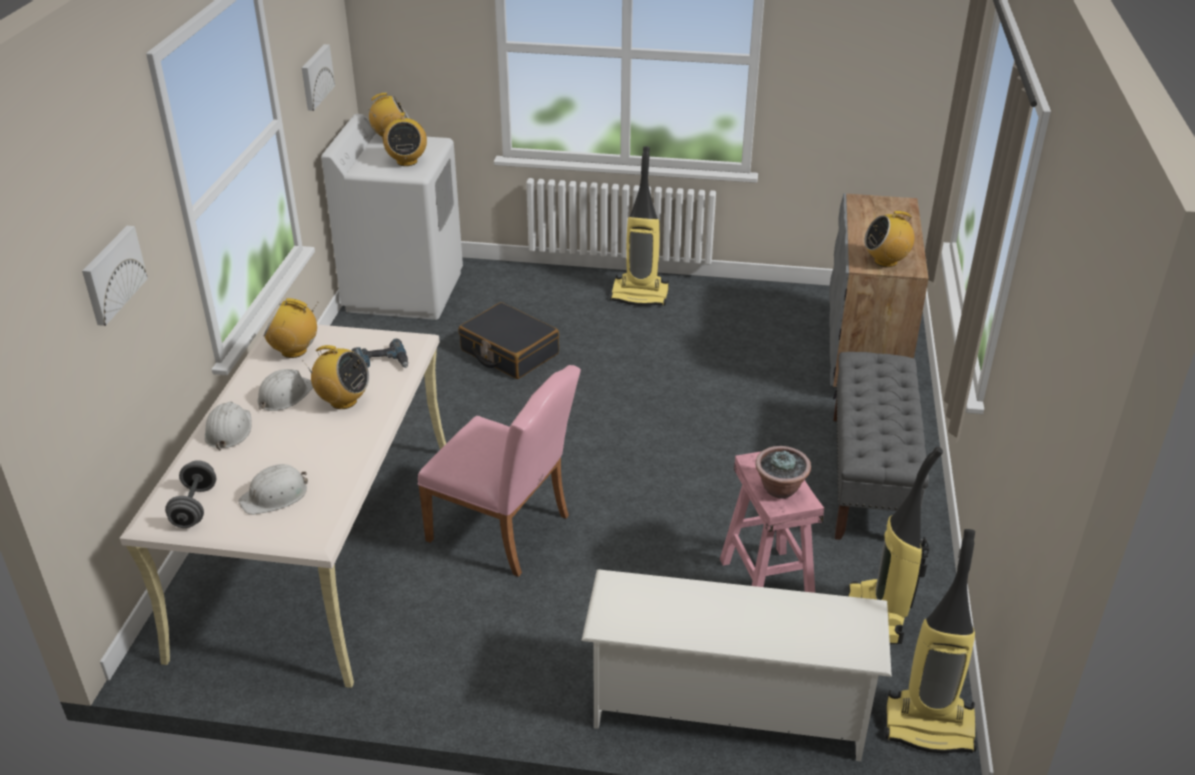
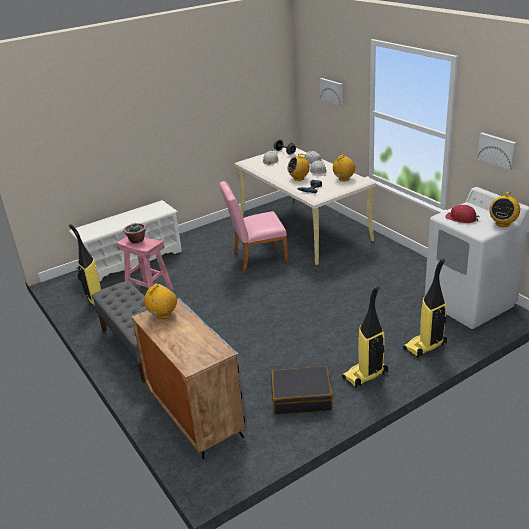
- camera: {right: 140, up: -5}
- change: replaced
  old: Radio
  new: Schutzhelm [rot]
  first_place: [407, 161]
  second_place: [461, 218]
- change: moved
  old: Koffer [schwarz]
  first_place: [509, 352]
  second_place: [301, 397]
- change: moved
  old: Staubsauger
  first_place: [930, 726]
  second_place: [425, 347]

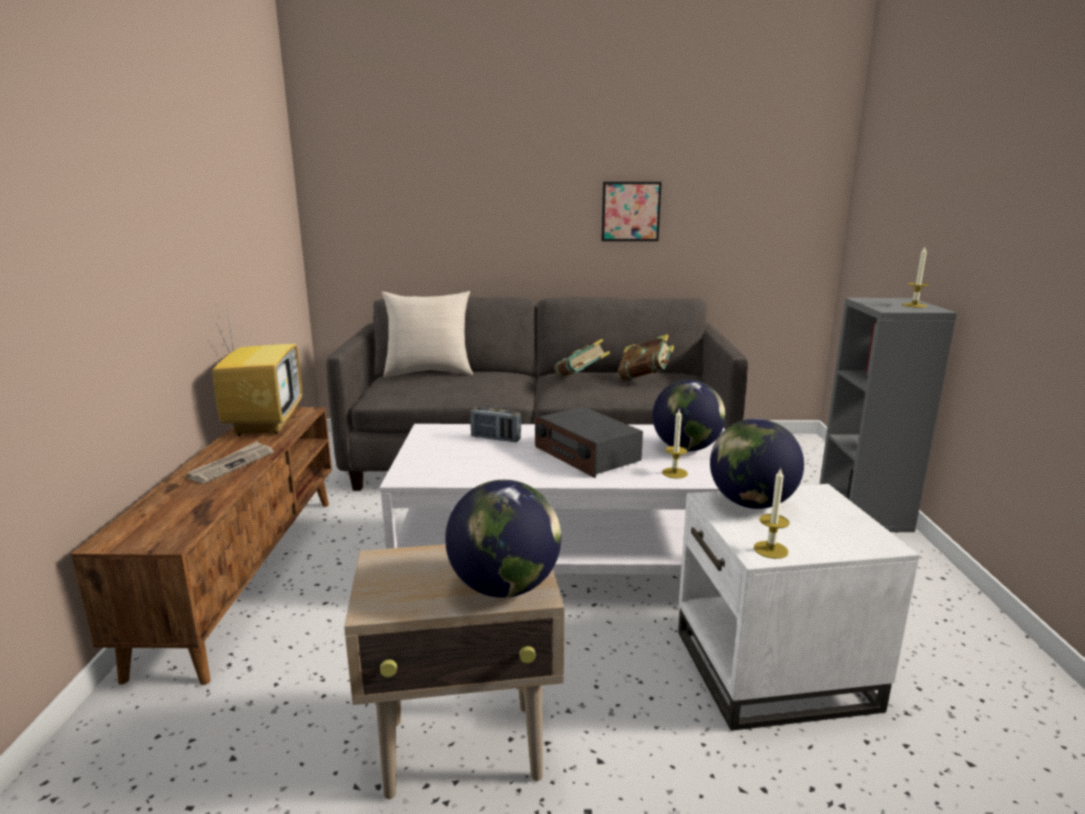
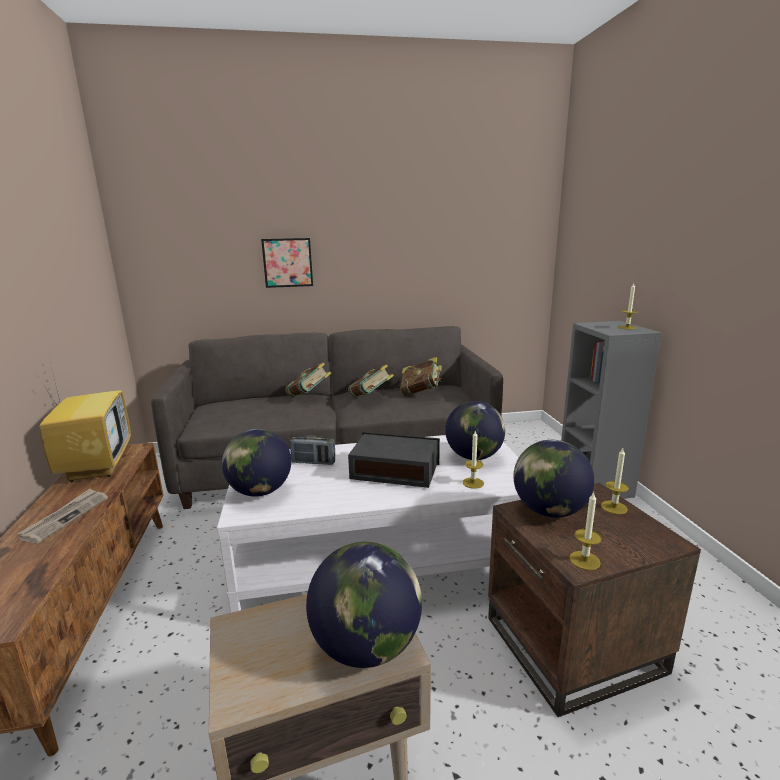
- camera: {right: -10, up: 0}
- change: removed
  old: Kissen [beige]
  first_place: [429, 372]
- change: turned
  old: Radio
  first_place: [586, 454]
  second_place: [395, 471]
  degrees: 150
- change: moved
  old: Bild
  first_place: [630, 211]
  second_place: [287, 262]
- change: recoloured
  old: Beistelltisch [weiß]
  new: Beistelltisch [braun]
  first_place: [774, 670]
  second_place: [574, 645]
- change: added
  new: Globus
  second_place: [260, 491]
- change: added
  new: Buch
  second_place: [309, 397]
- change: added
  new: Kerze
  second_place: [614, 507]

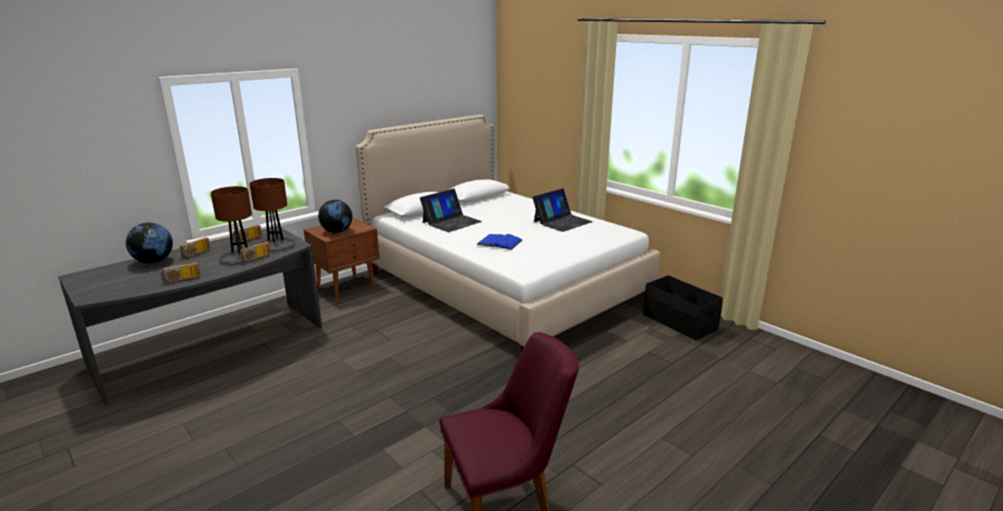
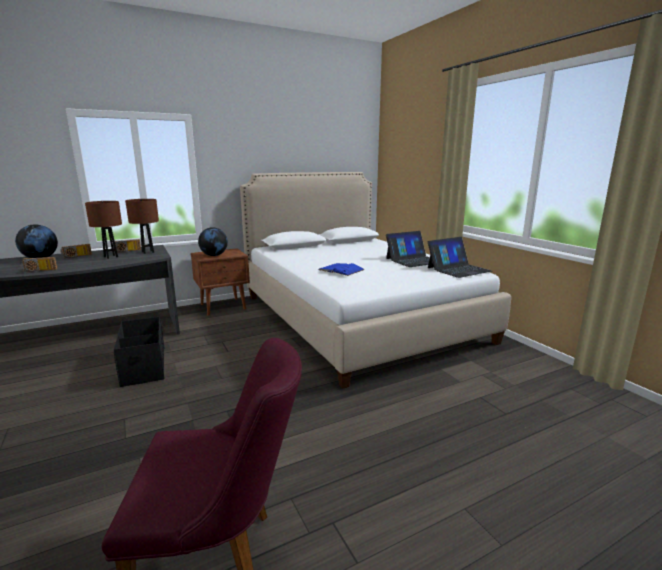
- camera: {right: 15, up: -5}
- change: removed
  old: Radio
  first_place: [257, 259]
- change: moved
  old: Laptop
  first_place: [451, 222]
  second_place: [458, 269]
- change: moved
  old: Aufbewahrungsbox [schwarz]
  first_place: [679, 322]
  second_place: [143, 366]

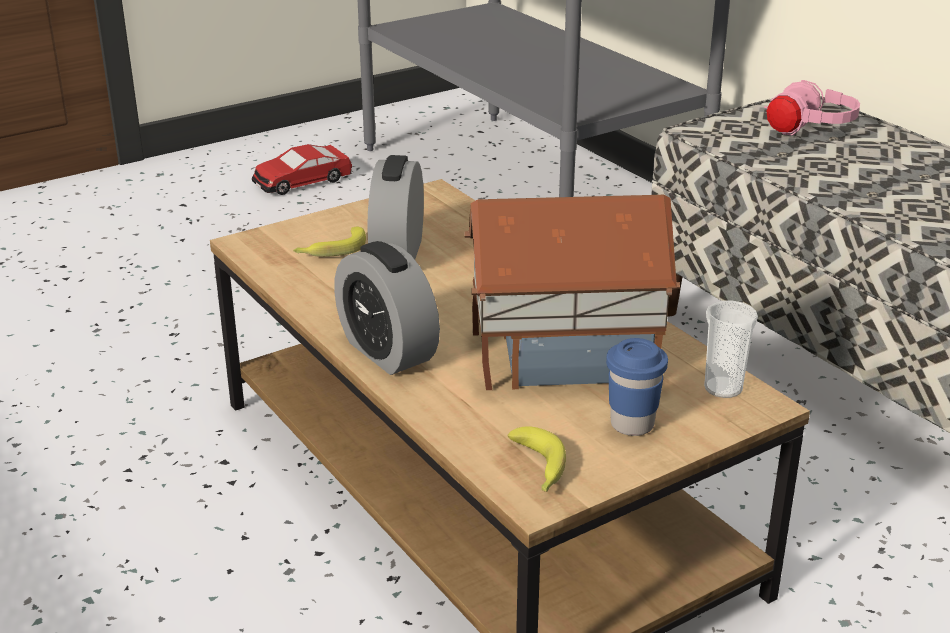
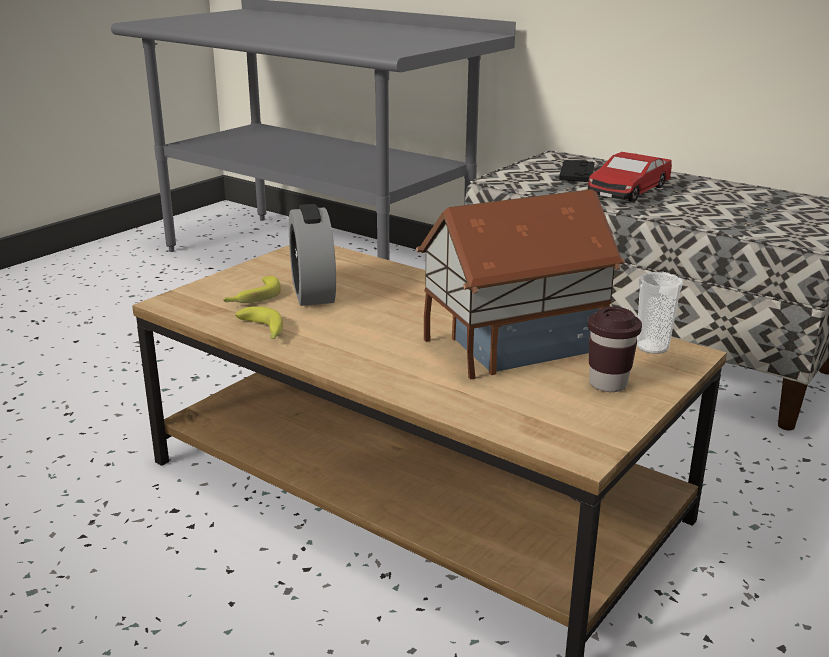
- camera: {right: -20, up: -5}
- change: moved
  old: Spielzeugauto
  first_place: [302, 181]
  second_place: [628, 190]
- change: removed
  old: Wecker
  first_place: [387, 351]
- change: moved
  old: Banane
  first_place: [538, 469]
  second_place: [263, 331]
- change: recoloured
  old: Tasse [blau]
  new: Tasse [braun]
  first_place: [632, 424]
  second_place: [608, 384]
- change: replaced
  old: Kopfhörer [rosa]
  new: Gamepad [schwarz]
  first_place: [809, 131]
  second_place: [576, 173]

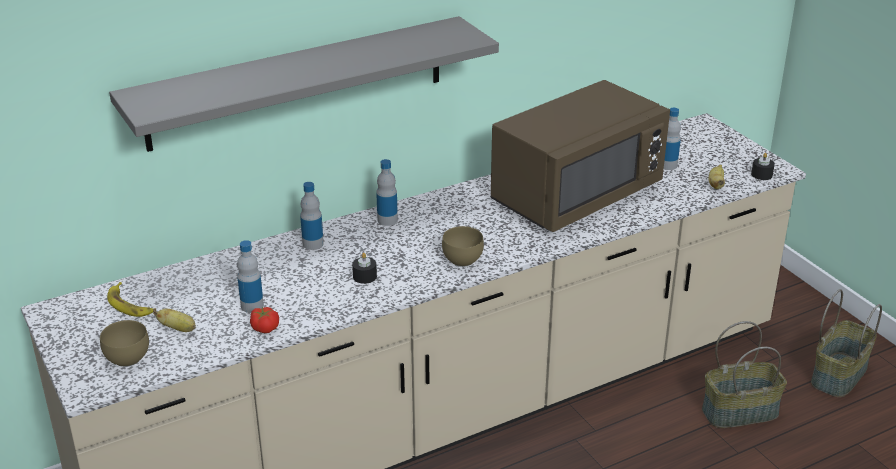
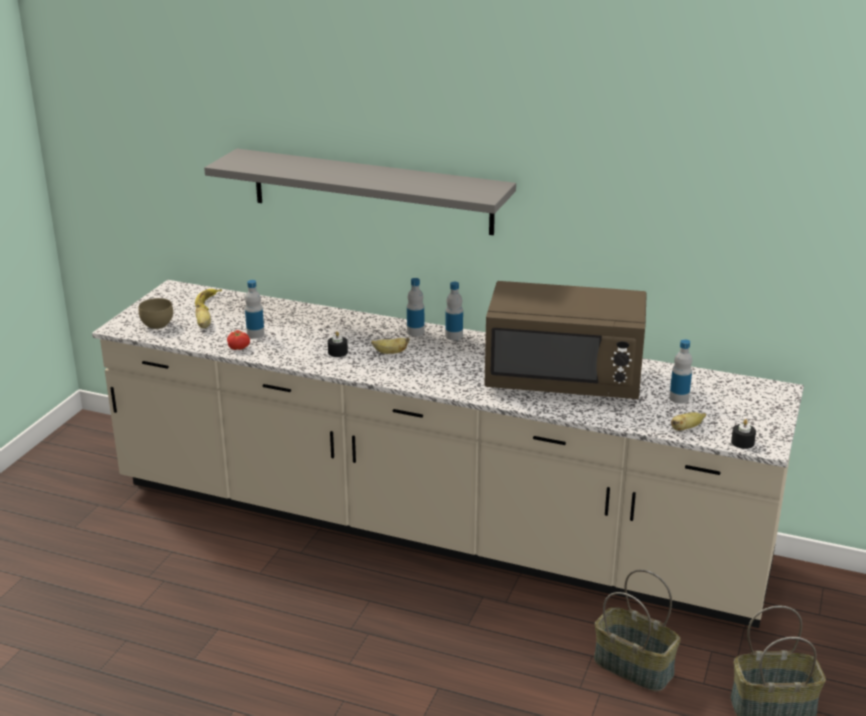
- camera: {right: 50, up: -5}
- change: moved
  old: Flasche
  first_place: [313, 244]
  second_place: [454, 336]
- change: removed
  old: Schüssel [braun]
  first_place: [461, 261]
- change: added
  new: Banane
  second_place: [390, 353]

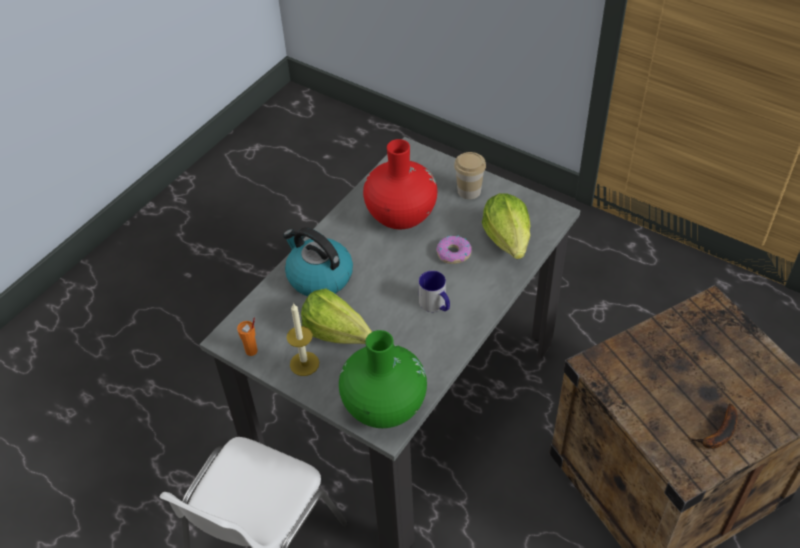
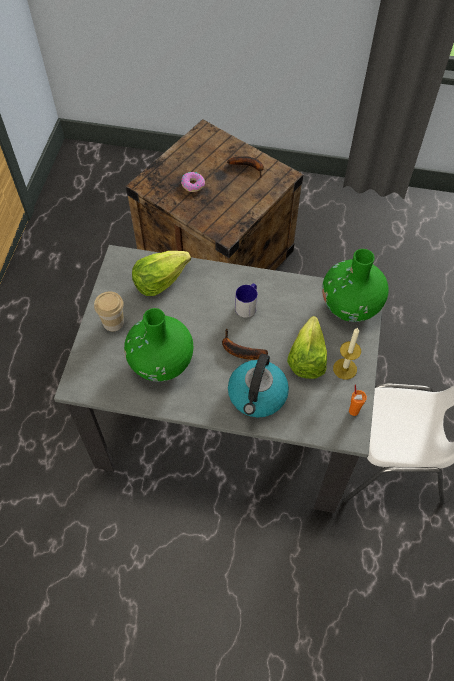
- camera: {right: -115, up: 10}
- change: recoloured
  old: Vase [rot]
  new: Vase [grün]
  first_place: [401, 215]
  second_place: [161, 362]
- change: moved
  old: Donut
  first_place: [453, 253]
  second_place: [193, 184]
- change: added
  new: Banane
  second_place: [239, 350]

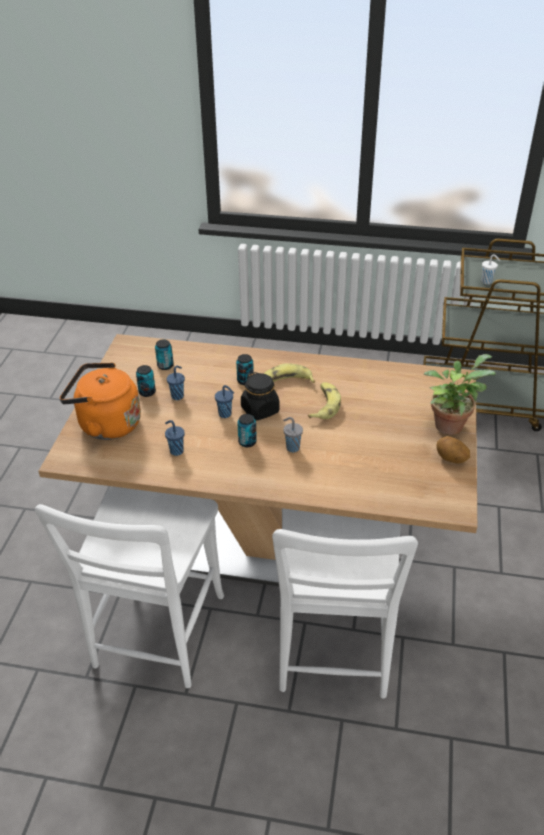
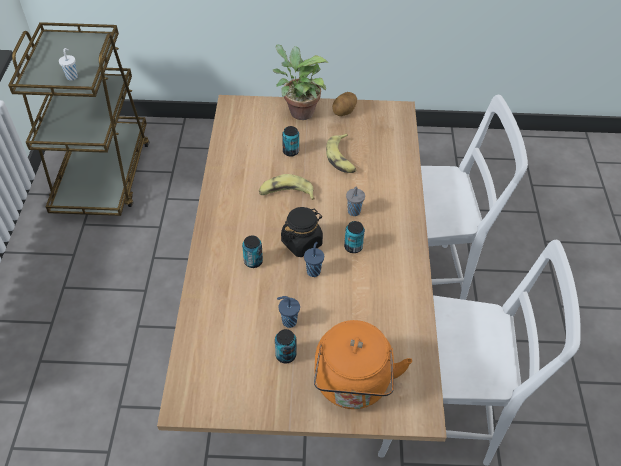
- camera: {right: -100, up: 10}
- change: moved
  old: Dose
  first_place: [165, 366]
  second_place: [291, 151]
- change: removed
  old: Tasse [blau]
  first_place: [176, 451]
- change: moved
  old: Banane
  first_place: [286, 381]
  second_place: [342, 158]

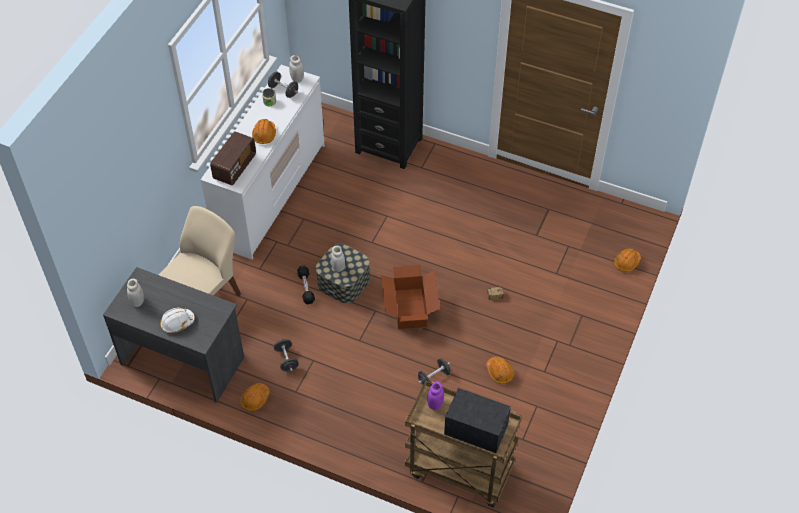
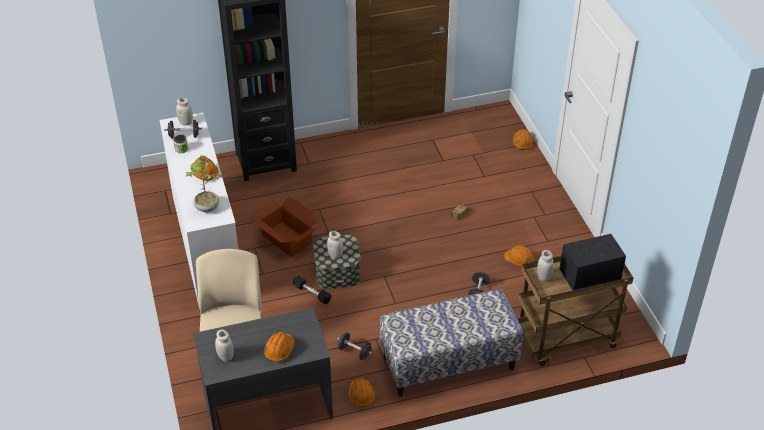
- camera: {right: -40, up: -10}
- change: recoloured
  old: Schutzhelm [weiß]
  new: Schutzhelm [orange]
  first_place: [177, 323]
  second_place: [279, 350]
- change: replaced
  old: Radio
  new: Topfpflanze
  first_place: [234, 167]
  second_place: [207, 208]
- change: moved
  old: Karton
  first_place: [409, 309]
  second_place: [286, 239]
- change: recoloured
  old: Vorratsglas [lila]
  new: Vorratsglas [weiß]
  first_place: [435, 404]
  second_place: [543, 277]
- change: added
  new: Bank
  second_place: [448, 363]

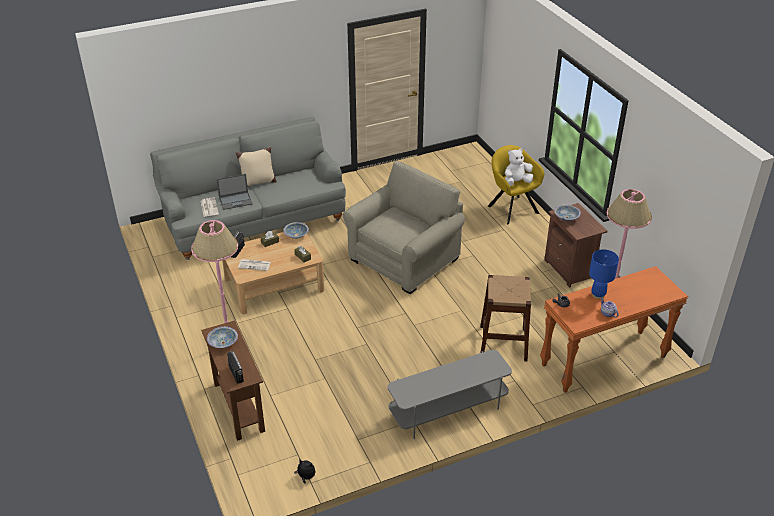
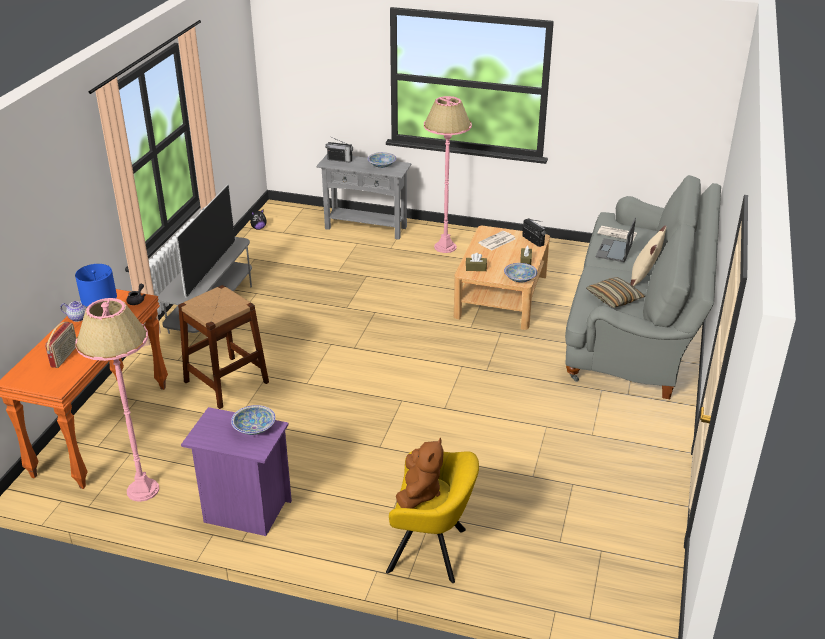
- camera: {right: 130, up: -5}
- change: recoloured
  old: Konsolentisch [braun]
  new: Konsolentisch [grau]
  first_place: [239, 407]
  second_place: [366, 228]
- change: removed
  old: Sessel [beige]
  first_place: [404, 259]
- change: recoloured
  old: Plüschtier [weiß]
  new: Plüschtier [braun]
  first_place: [516, 182]
  second_place: [419, 493]
- change: recoloured
  old: Nachttisch [braun]
  new: Nachttisch [lila]
  first_place: [570, 269]
  second_place: [244, 511]
- change: added
  new: Radio
  second_place: [65, 356]
- change: added
  new: Fernseher
  second_place: [210, 268]
- change: added
  new: Kissen
  second_place: [614, 298]

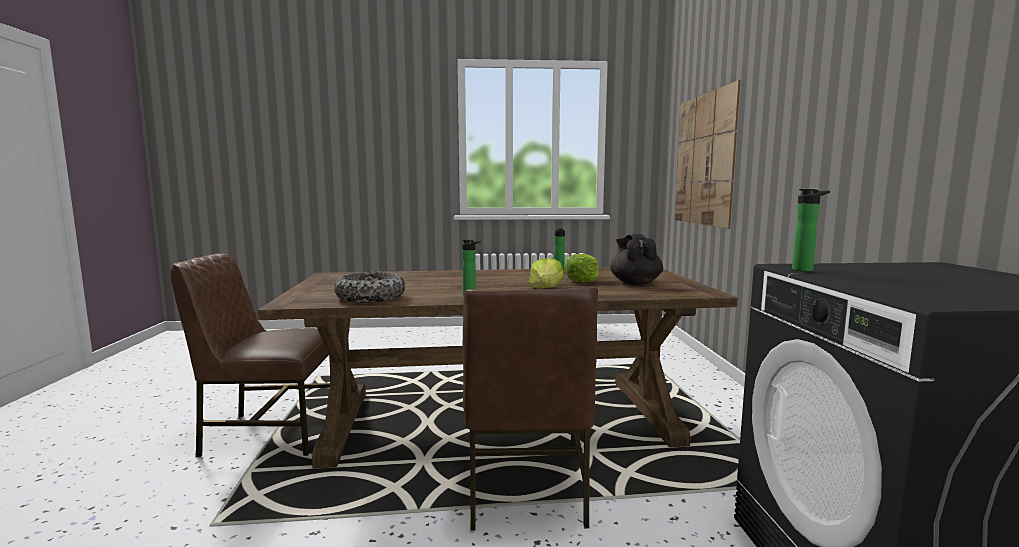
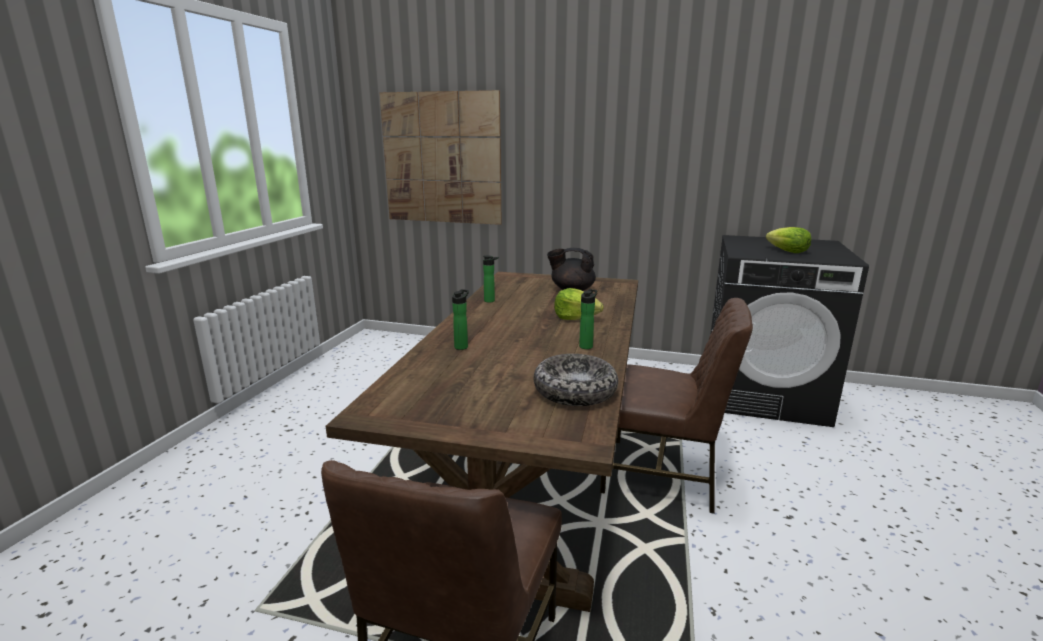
- camera: {right: -70, up: 10}
- change: moved
  old: Salatkopf
  first_place: [582, 280]
  second_place: [787, 251]
- change: moved
  old: Flasche
  first_place: [805, 270]
  second_place: [462, 346]

